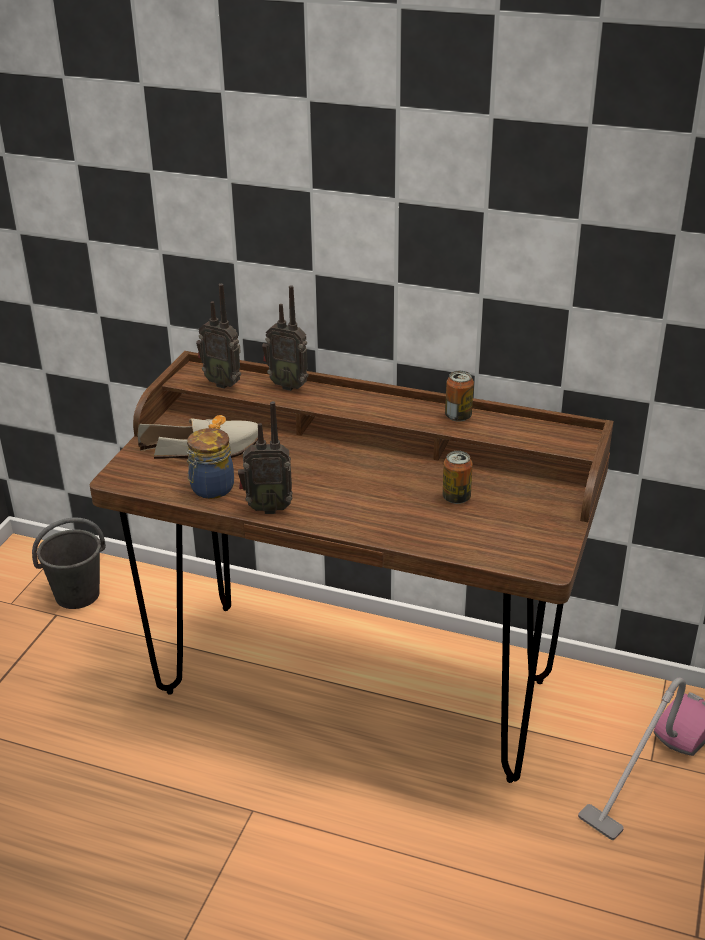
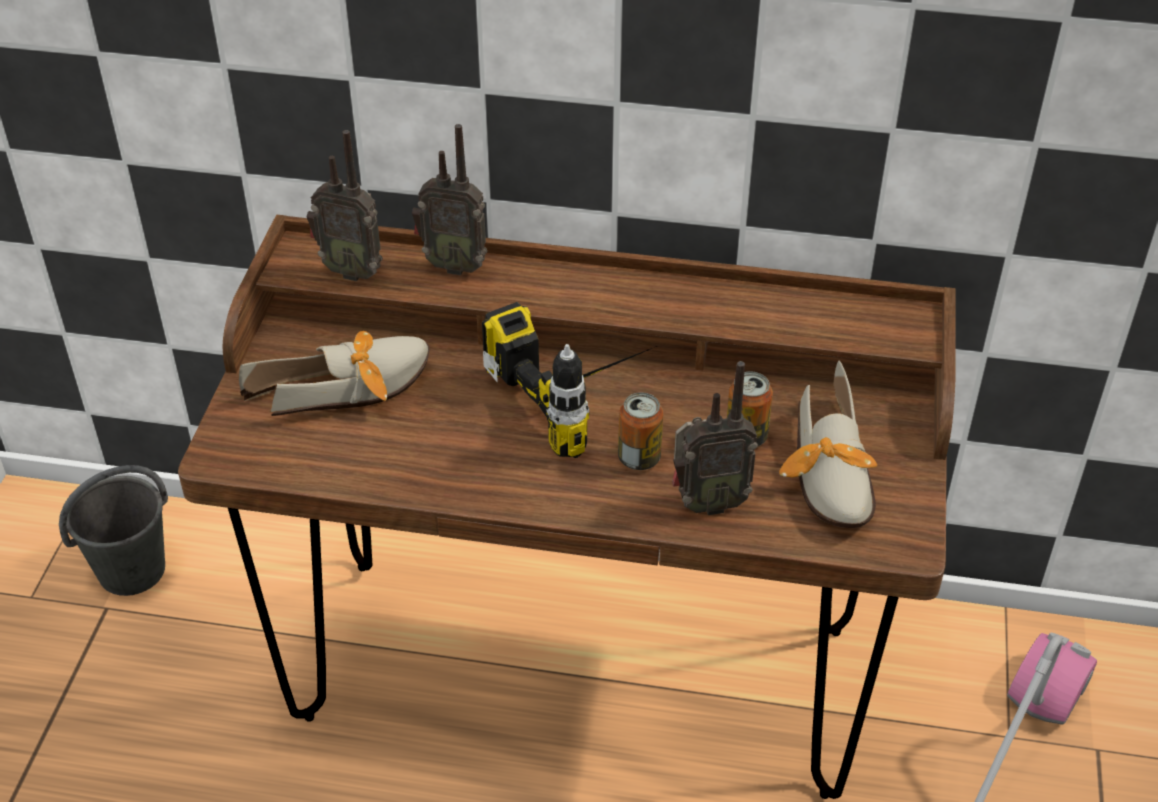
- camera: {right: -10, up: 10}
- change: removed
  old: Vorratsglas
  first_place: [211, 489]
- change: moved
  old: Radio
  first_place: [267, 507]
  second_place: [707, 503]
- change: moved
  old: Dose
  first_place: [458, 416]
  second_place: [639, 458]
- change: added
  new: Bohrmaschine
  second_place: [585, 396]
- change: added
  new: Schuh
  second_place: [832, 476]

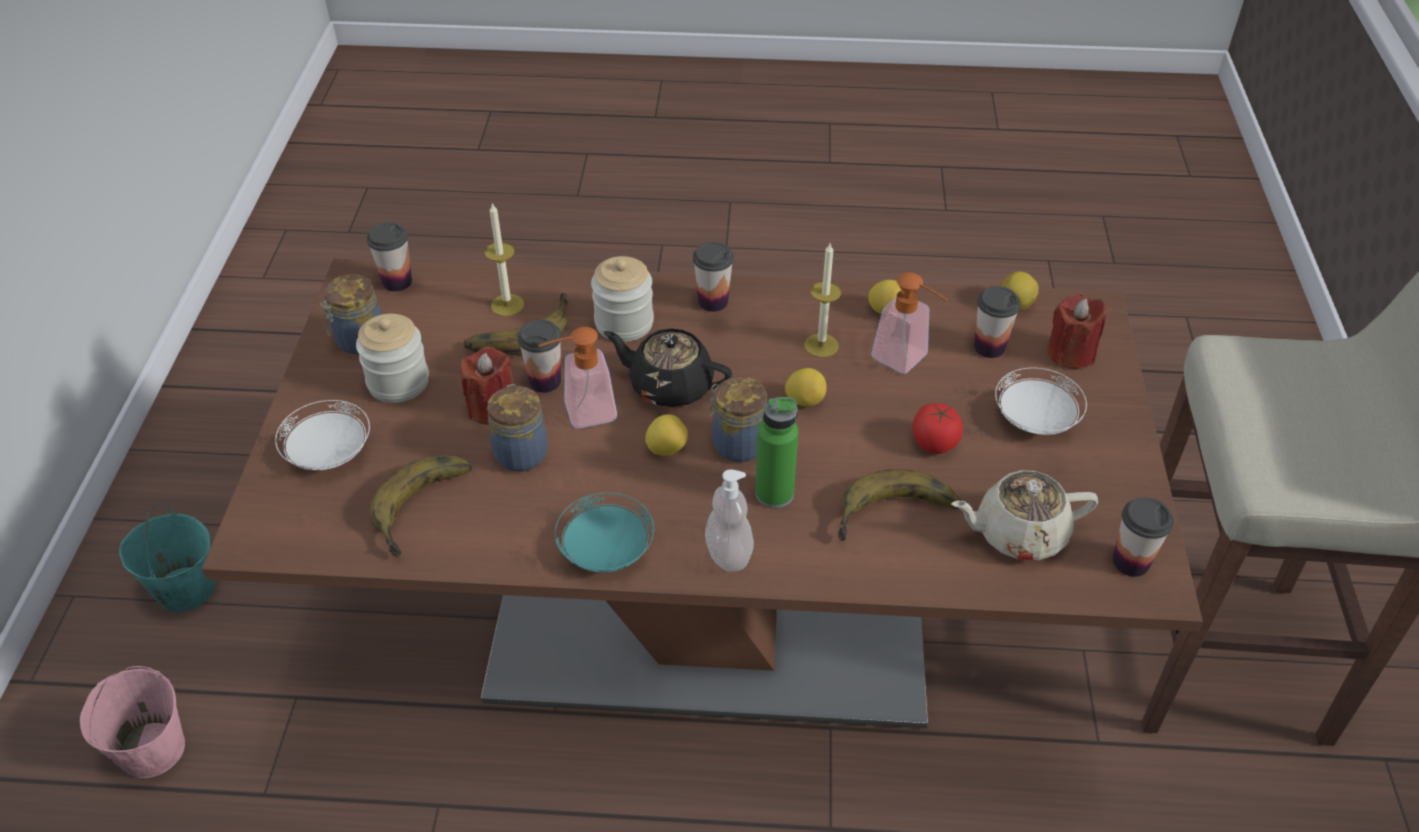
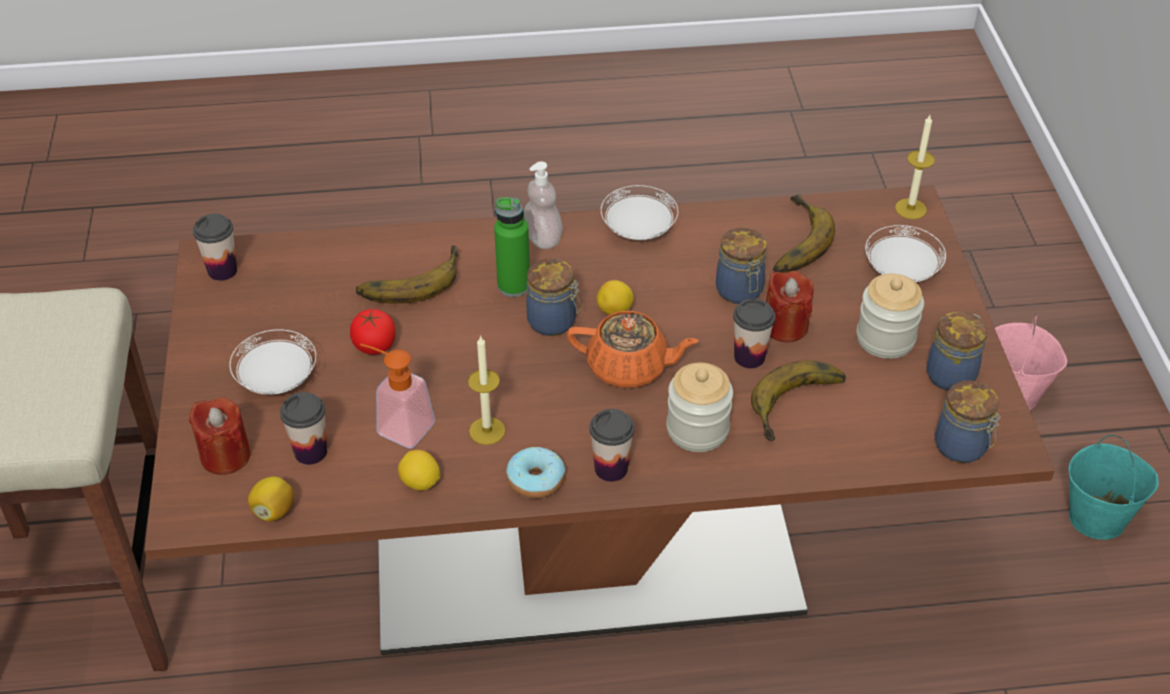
- camera: {right: 170, up: 0}
- change: replaced
  old: Tasse
  new: Vorratsglas
  first_place: [397, 282]
  second_place: [962, 447]
- change: moved
  old: Kerze
  first_place: [507, 305]
  second_place: [910, 209]
- change: removed
  old: Seifenspender
  first_place: [580, 413]
- change: recoloured
  old: Teller [türkis]
  new: Teller [weiß]
  first_place: [606, 550]
  second_place: [639, 230]
- change: recoloured
  old: Teekanne [schwarz]
  new: Teekanne [orange]
  first_place: [669, 386]
  second_place: [629, 367]
- change: removed
  old: Zitrone
  first_place: [805, 400]
- change: removed
  old: Teekanne [beige]
  first_place: [1018, 533]
- change: added
  new: Donut
  second_place: [536, 480]

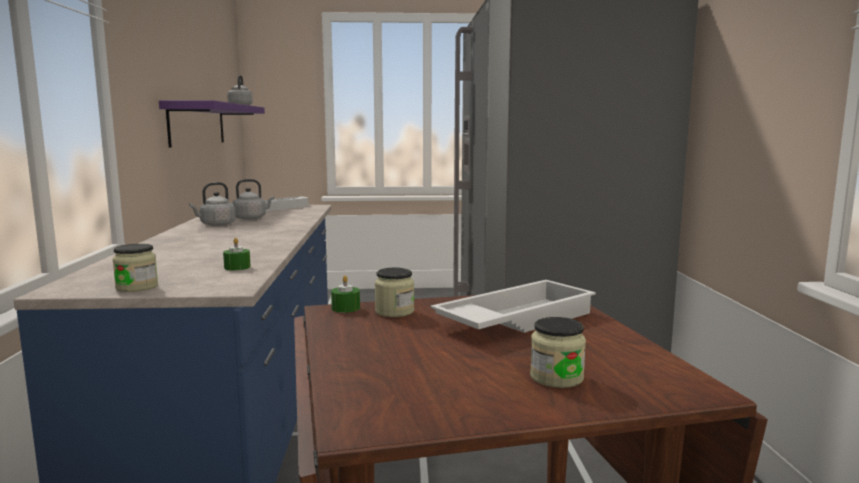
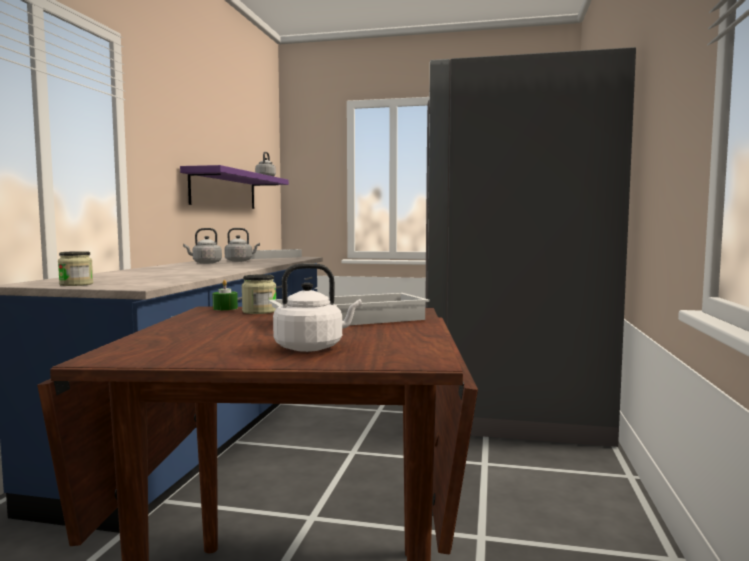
- camera: {right: 15, up: -5}
- change: removed
  old: Kerze [grün]
  first_place: [237, 267]
- change: replaced
  old: Vorratsglas
  new: Wasserkessel [weiß]
  first_place: [556, 377]
  second_place: [312, 347]

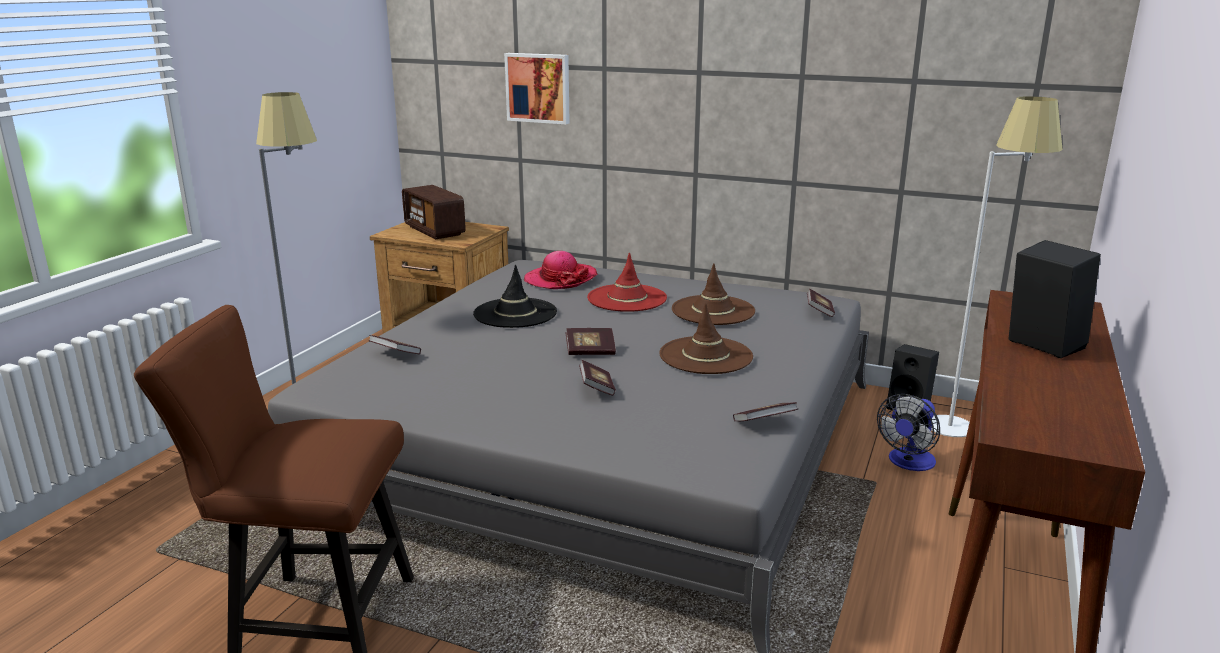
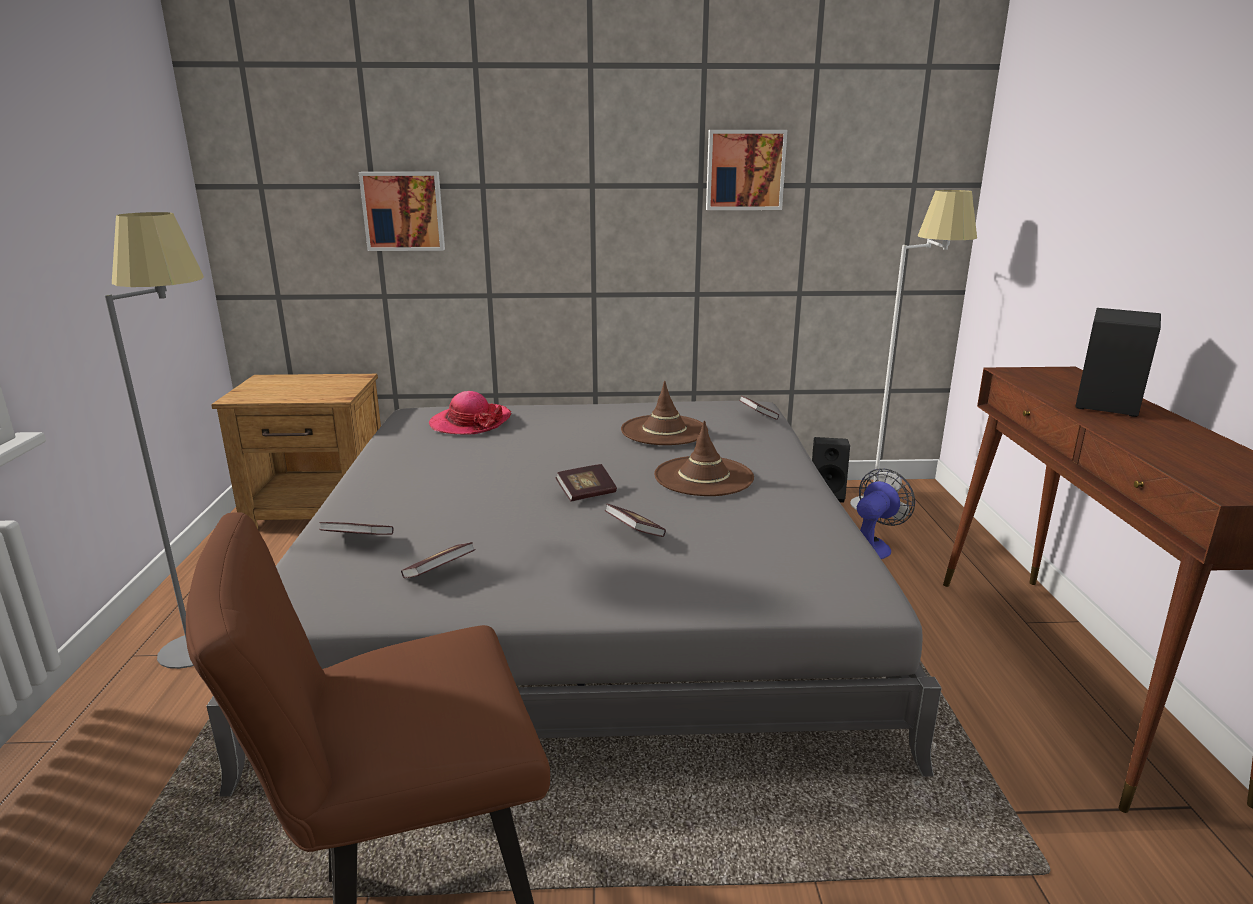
- camera: {right: -25, up: 0}
- change: removed
  old: Radio
  first_place: [435, 230]
- change: removed
  old: Hut [schwarz]
  first_place: [515, 313]
- change: removed
  old: Hut [rot]
  first_place: [627, 298]
- change: moved
  old: Buch
  first_place: [764, 423]
  second_place: [439, 573]
- change: turned
  old: Ventilator
  first_place: [908, 463]
  second_place: [872, 546]
  degrees: -150
- change: added
  new: Bild
  second_place: [745, 170]

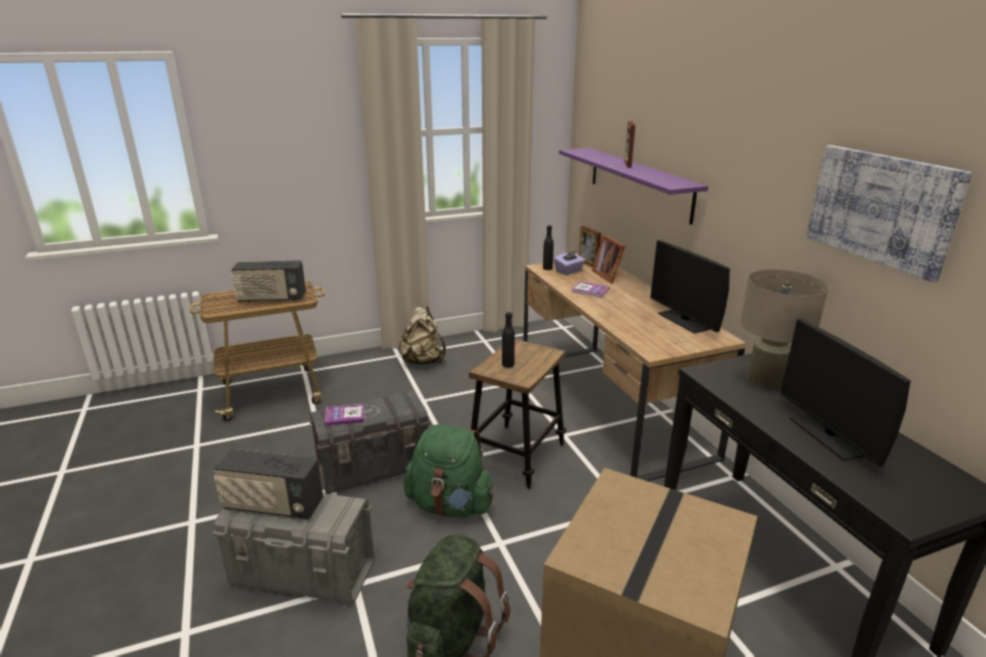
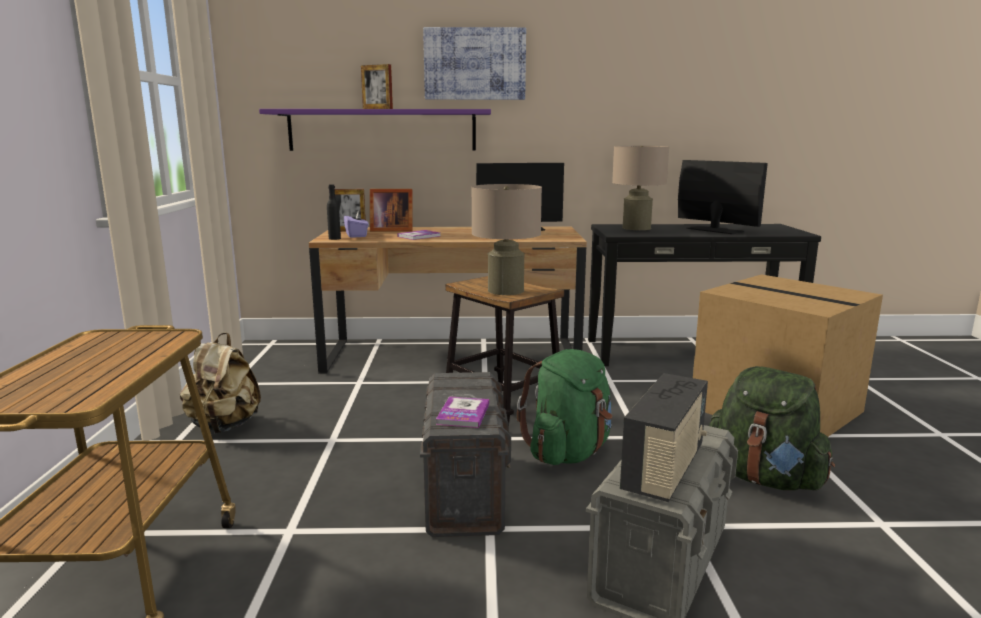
- camera: {right: -70, up: -10}
- change: removed
  old: Radio
  first_place: [272, 299]
- change: replaced
  old: Flasche [schwarz]
  new: Tischlampe [beige]
  first_place: [508, 364]
  second_place: [505, 290]
- change: turned
  old: Monitor
  first_place: [829, 435]
  second_place: [714, 230]
  degrees: -135
- change: moved
  old: Bild
  first_place: [881, 208]
  second_place: [474, 64]

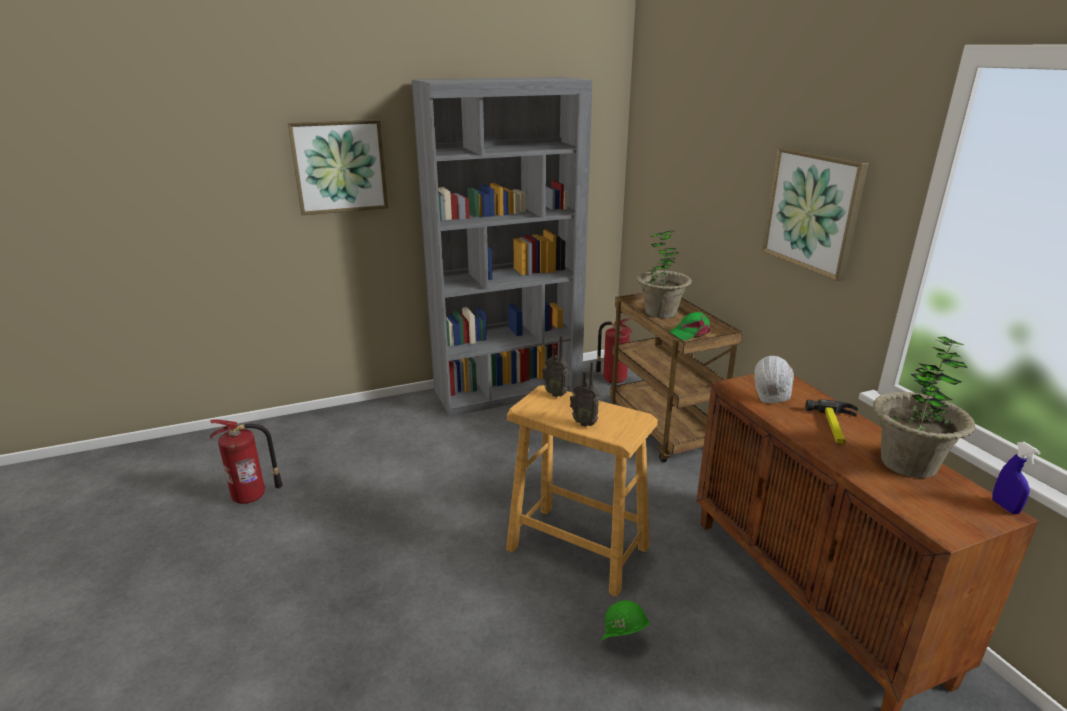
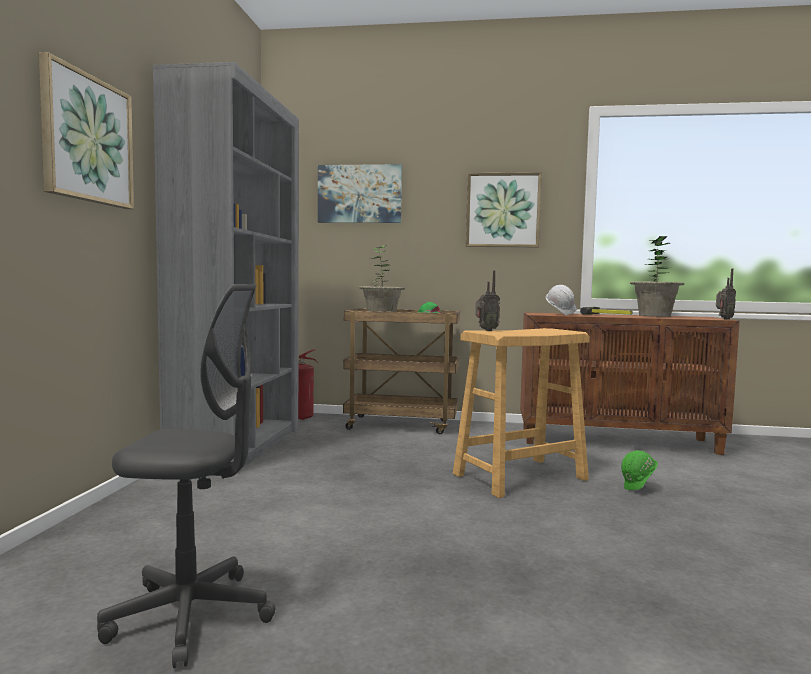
- camera: {right: -60, up: -20}
- change: replaced
  old: Feuerlöscher
  new: Bürostuhl [grau]
  first_place: [252, 496]
  second_place: [191, 616]
- change: moved
  old: Radio
  first_place: [584, 423]
  second_place: [723, 319]
- change: removed
  old: Sprühflasche [blau]
  first_place: [1005, 507]
- change: added
  new: Bild
  second_place: [359, 194]

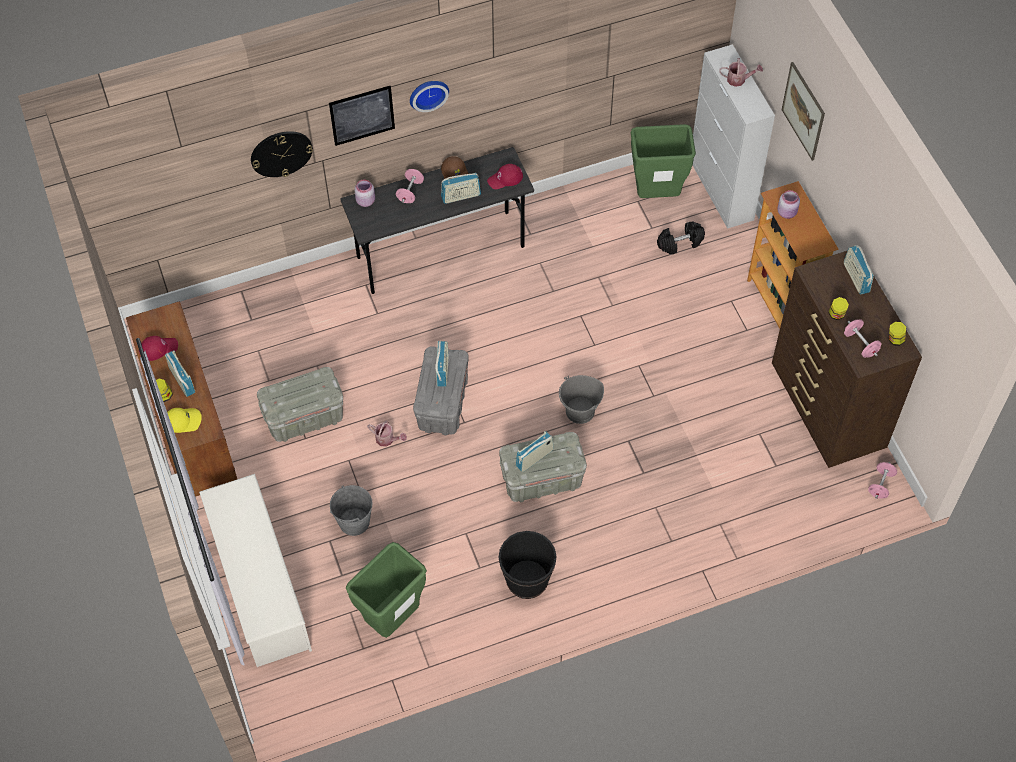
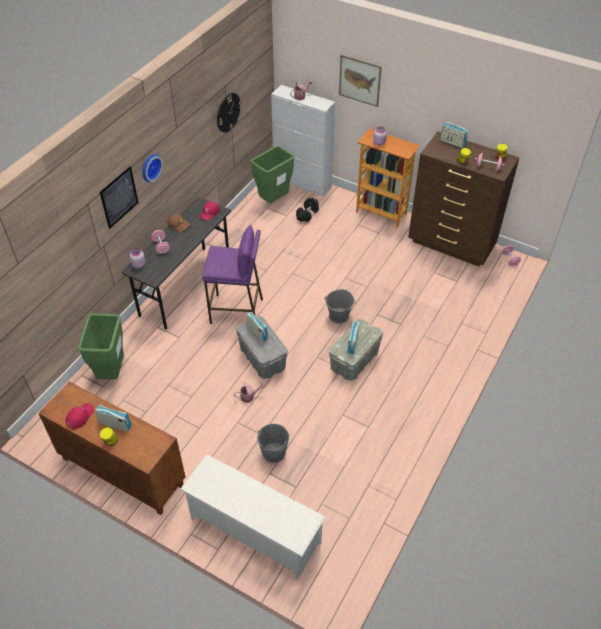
- camera: {right: -40, up: -10}
- change: removed
  old: Kappe [gelb]
  first_place: [183, 421]
- change: moved
  old: Wanduhr
  first_place: [281, 153]
  second_place: [228, 112]
- change: removed
  old: Aufbewahrungsbox [grau]
  first_place: [305, 417]
- change: moved
  old: Mülleimer [grün]
  first_place: [392, 619]
  second_place: [112, 373]
- change: removed
  old: Radio
  first_place: [461, 196]
- change: removed
  old: Eimer [schwarz]
  first_place: [527, 580]
- change: added
  new: Hocker [lila]
  second_place: [237, 311]

